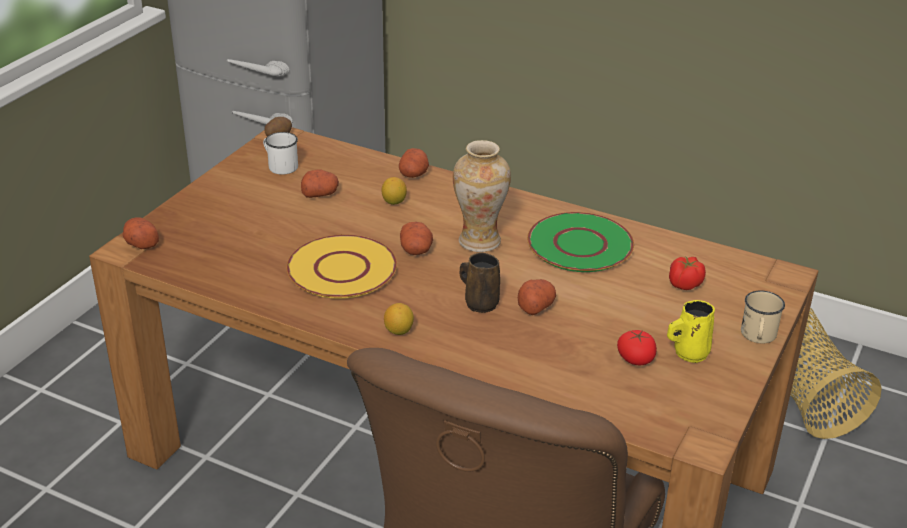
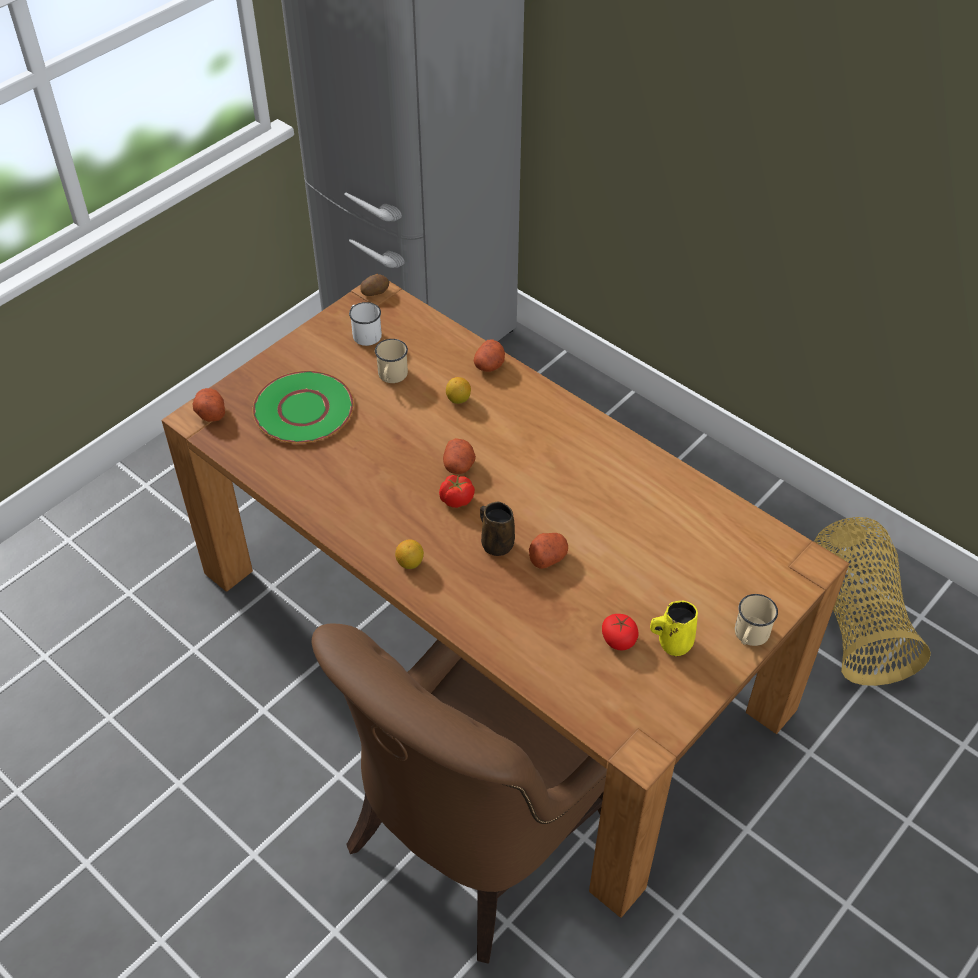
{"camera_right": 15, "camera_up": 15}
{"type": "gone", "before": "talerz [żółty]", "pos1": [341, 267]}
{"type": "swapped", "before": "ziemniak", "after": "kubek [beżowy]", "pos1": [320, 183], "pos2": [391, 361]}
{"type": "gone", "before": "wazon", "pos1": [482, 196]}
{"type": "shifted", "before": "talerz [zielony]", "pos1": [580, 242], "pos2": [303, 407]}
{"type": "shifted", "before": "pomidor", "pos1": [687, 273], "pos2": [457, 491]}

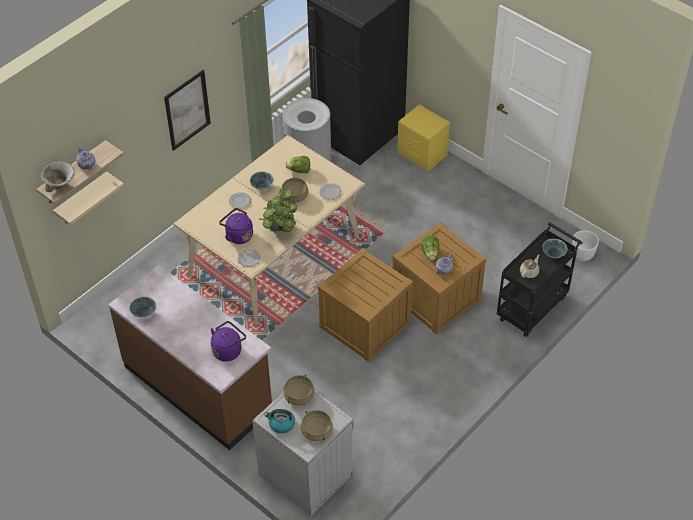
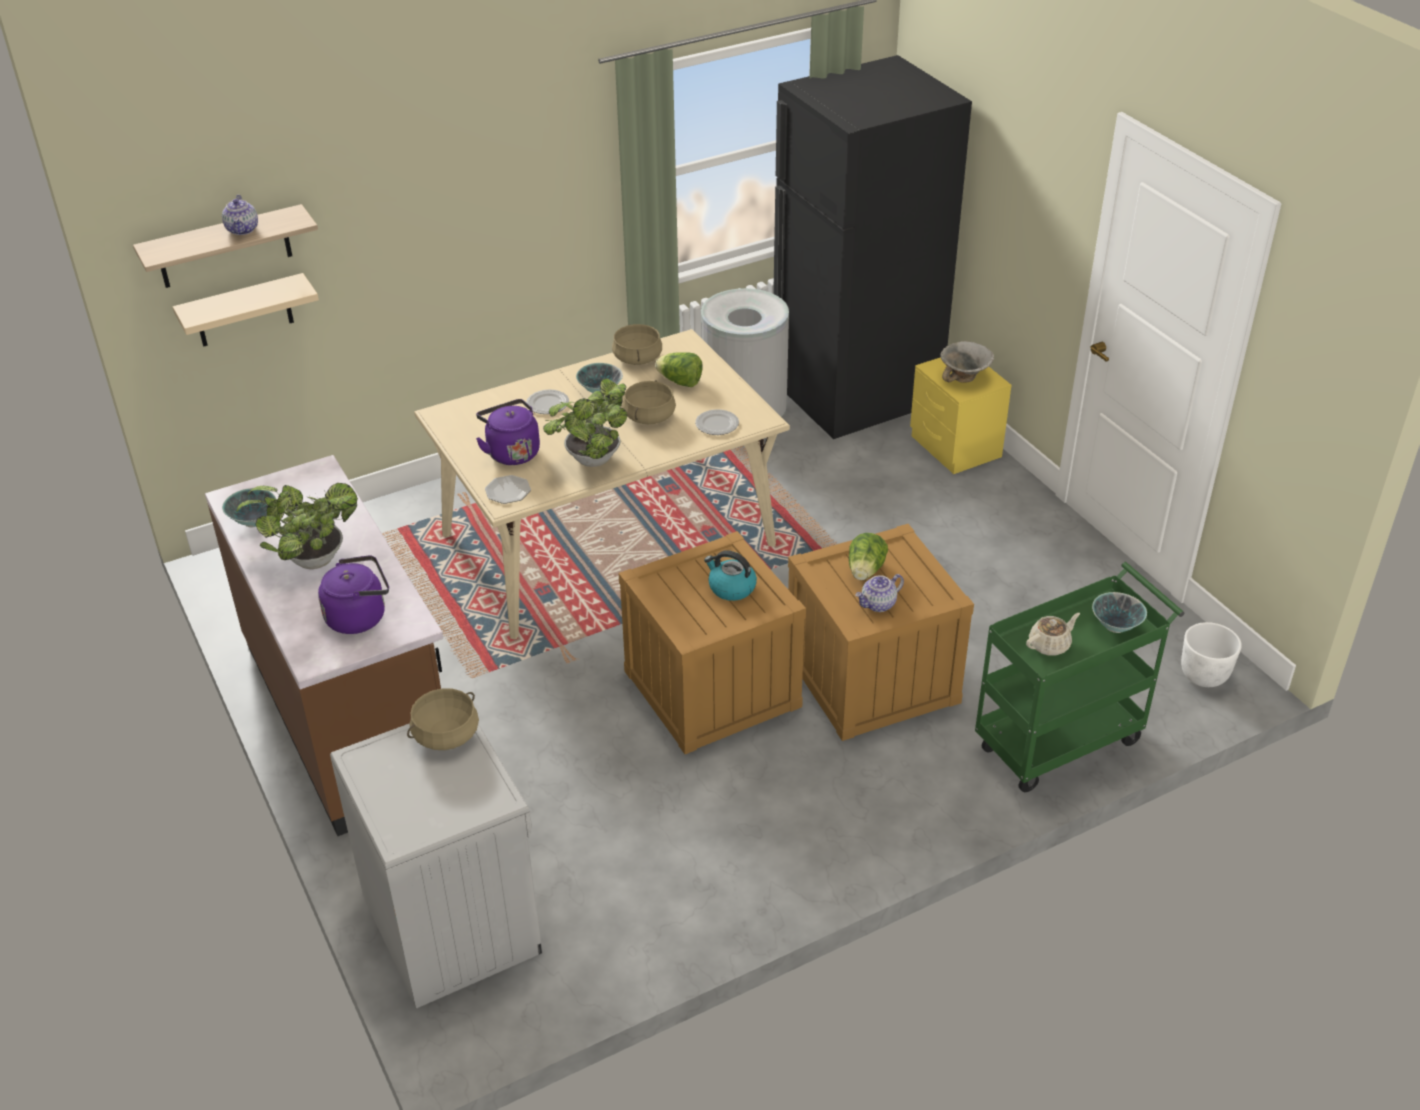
{"camera_right": 20, "camera_up": -10}
{"type": "shifted", "before": "miska", "pos1": [58, 176], "pos2": [967, 362]}
{"type": "gone", "before": "obraz", "pos1": [187, 110]}
{"type": "shifted", "before": "czajnik", "pos1": [279, 421], "pos2": [730, 575]}
{"type": "shifted", "before": "garnek [beżowy]", "pos1": [317, 425], "pos2": [637, 344]}
{"type": "repainted", "before": "wózek [czarny]", "after": "wózek [zielony]", "pos1": [540, 279], "pos2": [1080, 677]}
{"type": "new", "after": "roślina doniczkowa", "pos2": [297, 526]}

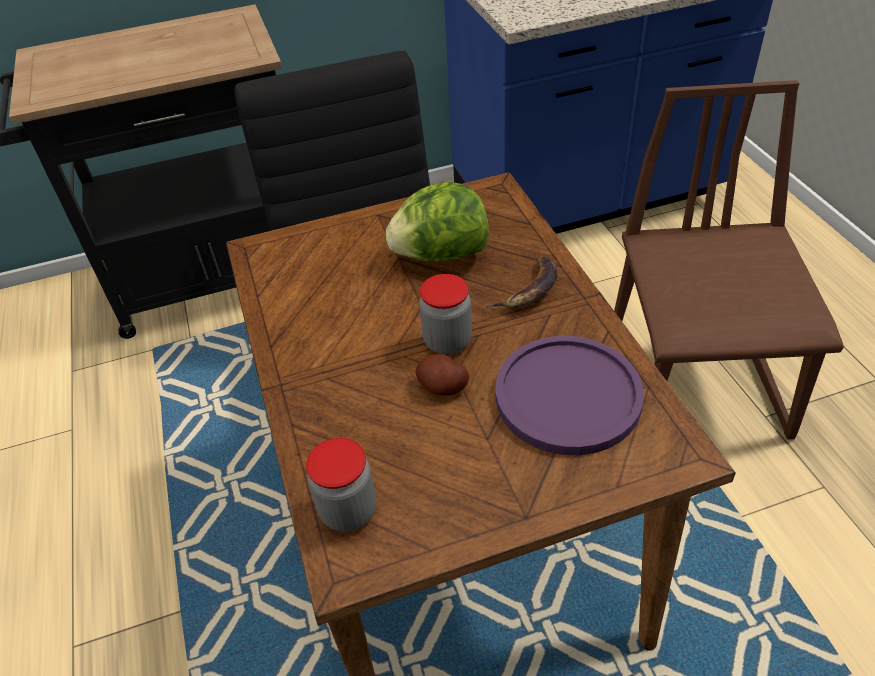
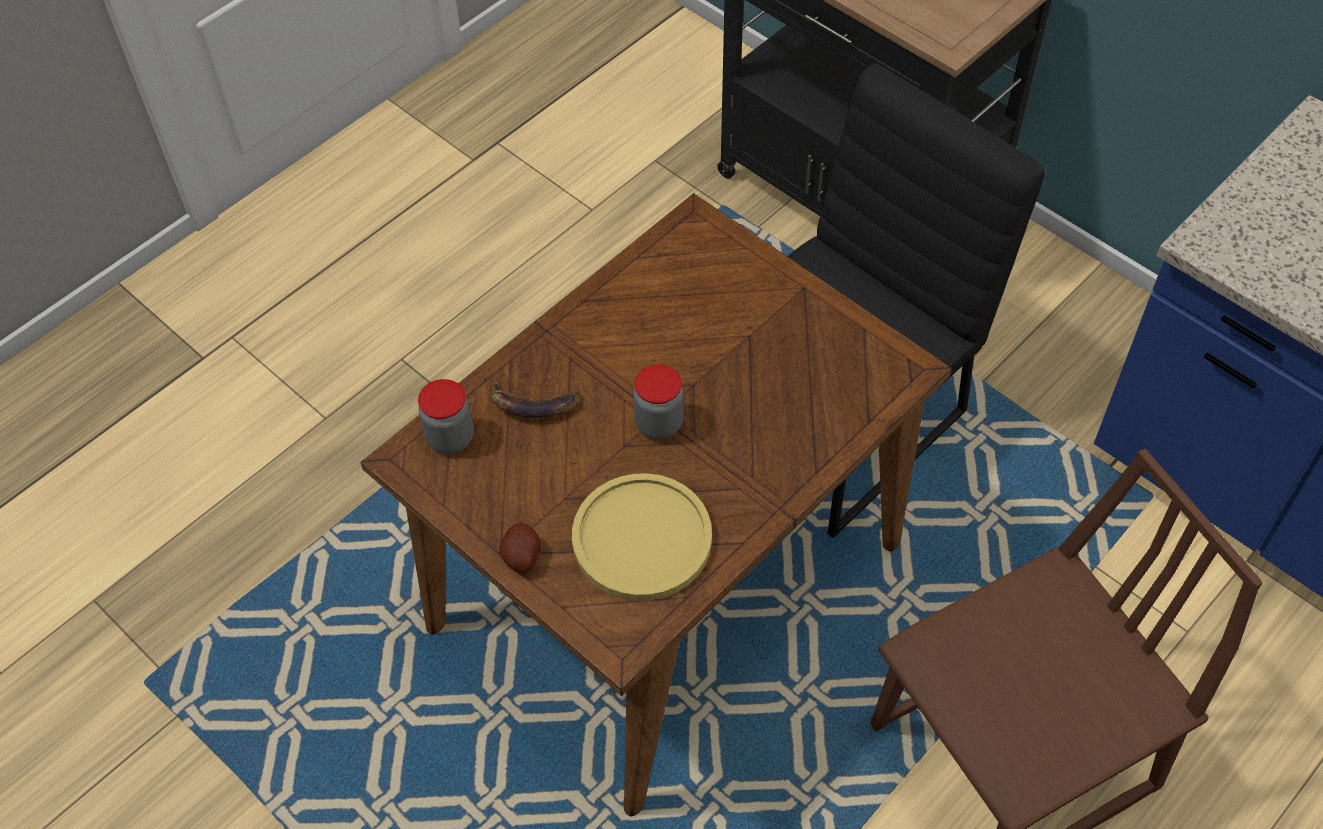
{"camera_right": 60, "camera_up": 10}
{"type": "gone", "before": "sałata", "pos1": [437, 221]}
{"type": "shifted", "before": "ziemniak", "pos1": [442, 375], "pos2": [520, 548]}
{"type": "shifted", "before": "banan", "pos1": [522, 282], "pos2": [536, 399]}
{"type": "repainted", "before": "talerz [fioletowy]", "after": "talerz [żółty]", "pos1": [569, 395], "pos2": [642, 537]}

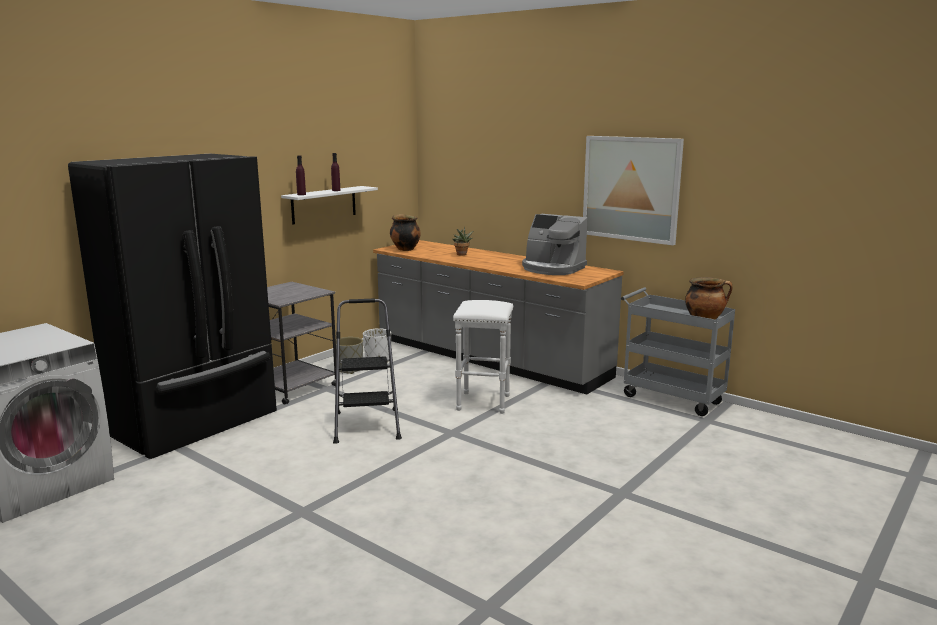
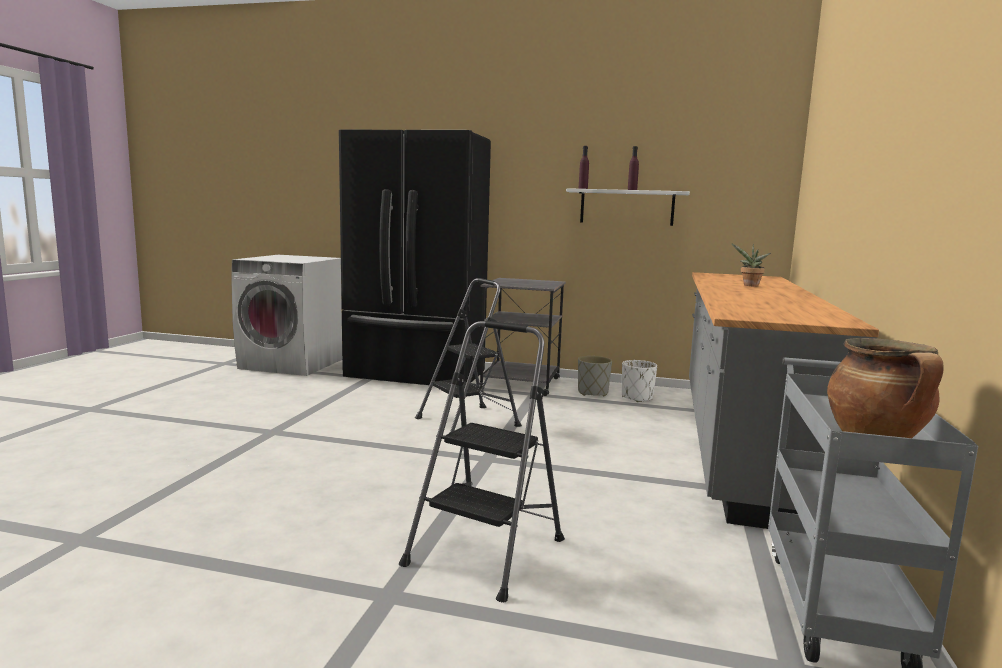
{"camera_right": 65, "camera_up": -5}
{"type": "gone", "before": "garnek", "pos1": [405, 232]}
{"type": "gone", "before": "stołek [biały]", "pos1": [483, 357]}
{"type": "gone", "before": "ekspres do kawy", "pos1": [554, 244]}
{"type": "gone", "before": "obraz", "pos1": [633, 190]}
{"type": "new", "after": "drabinka [czarny]", "pos2": [482, 461]}

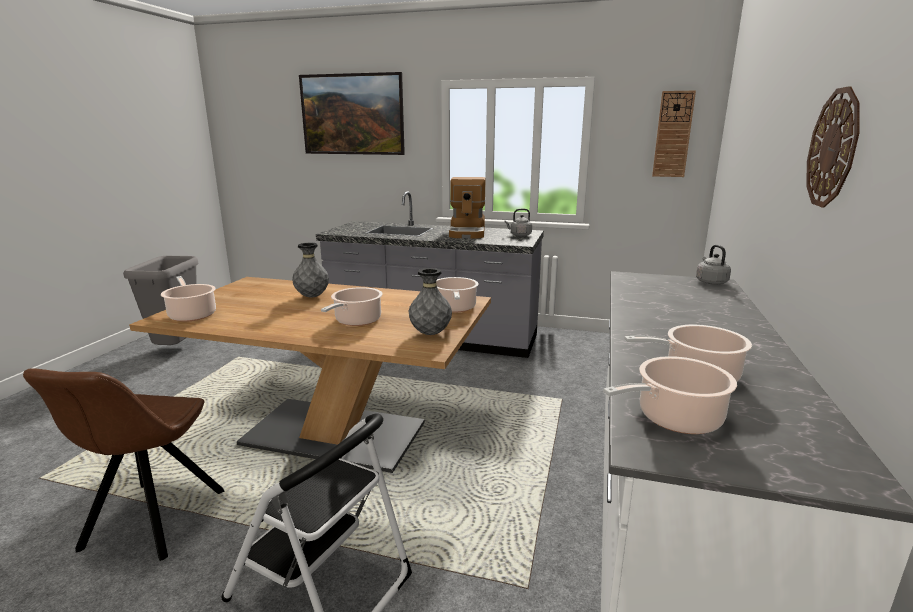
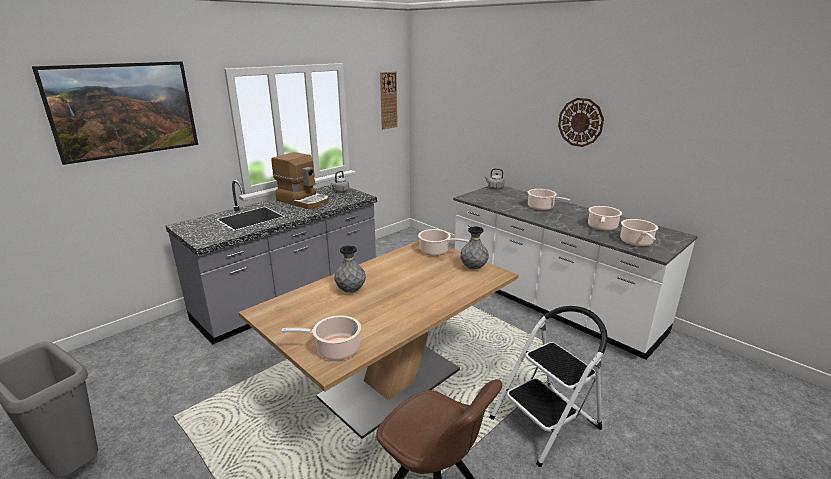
{"camera_right": -60, "camera_up": 5}
{"type": "shifted", "before": "garnek", "pos1": [352, 306], "pos2": [549, 199]}

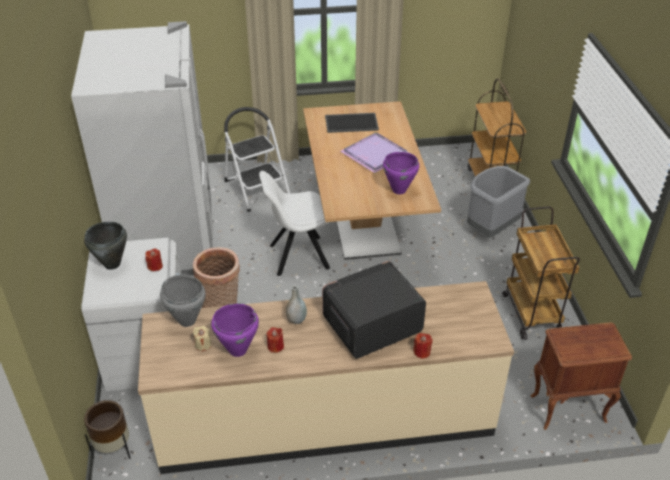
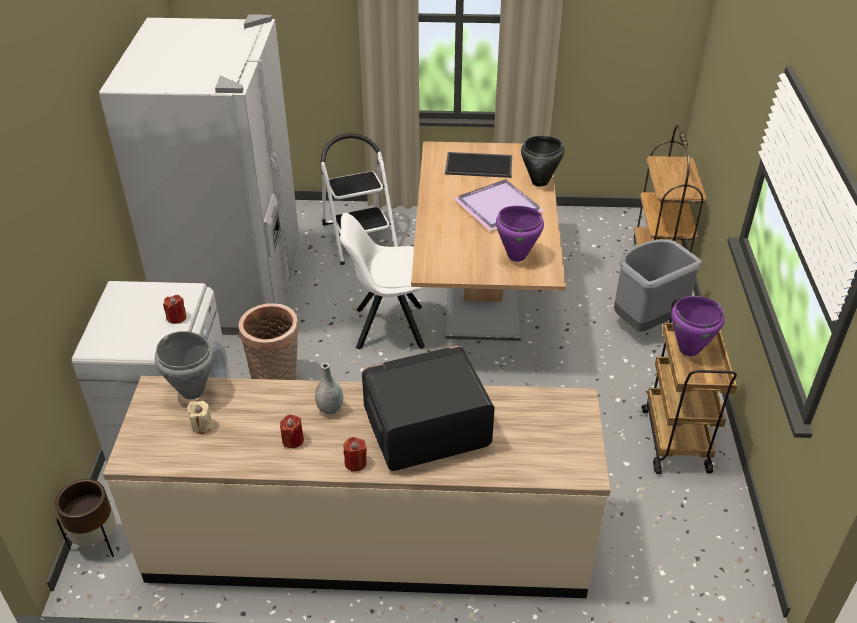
{"camera_right": 10, "camera_up": 0}
{"type": "shifted", "before": "garnek [czarny]", "pos1": [105, 246], "pos2": [542, 161]}
{"type": "shifted", "before": "garnek [fioletowy]", "pos1": [235, 330], "pos2": [698, 326]}
{"type": "shifted", "before": "świeca [czerwony]", "pos1": [423, 346], "pos2": [355, 454]}
{"type": "gone", "before": "szafka nocna [brązowy]", "pos1": [581, 376]}

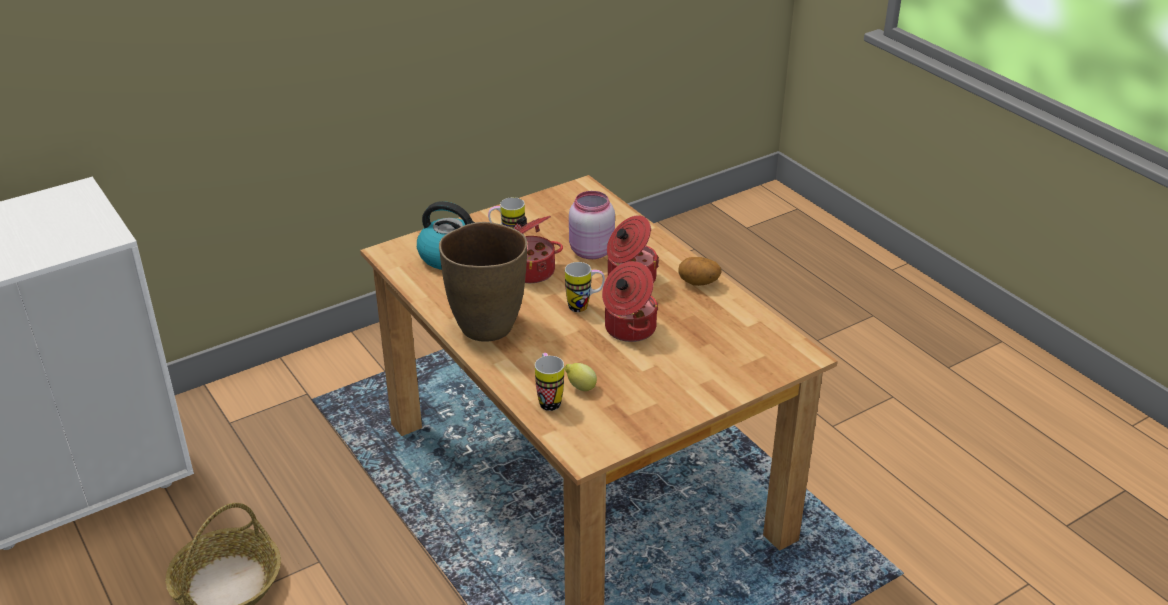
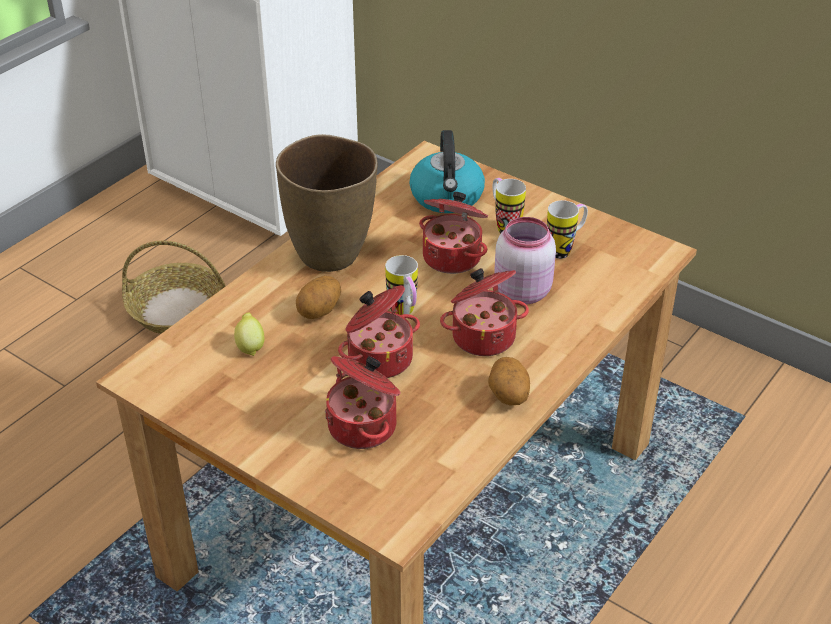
{"camera_right": 70, "camera_up": 5}
{"type": "shifted", "before": "kubek", "pos1": [549, 382], "pos2": [567, 229]}
{"type": "new", "after": "ziemniak", "pos2": [318, 297]}
{"type": "new", "after": "garnek", "pos2": [363, 402]}

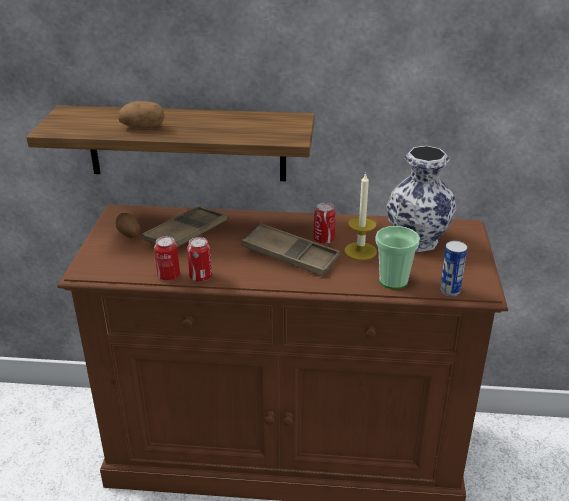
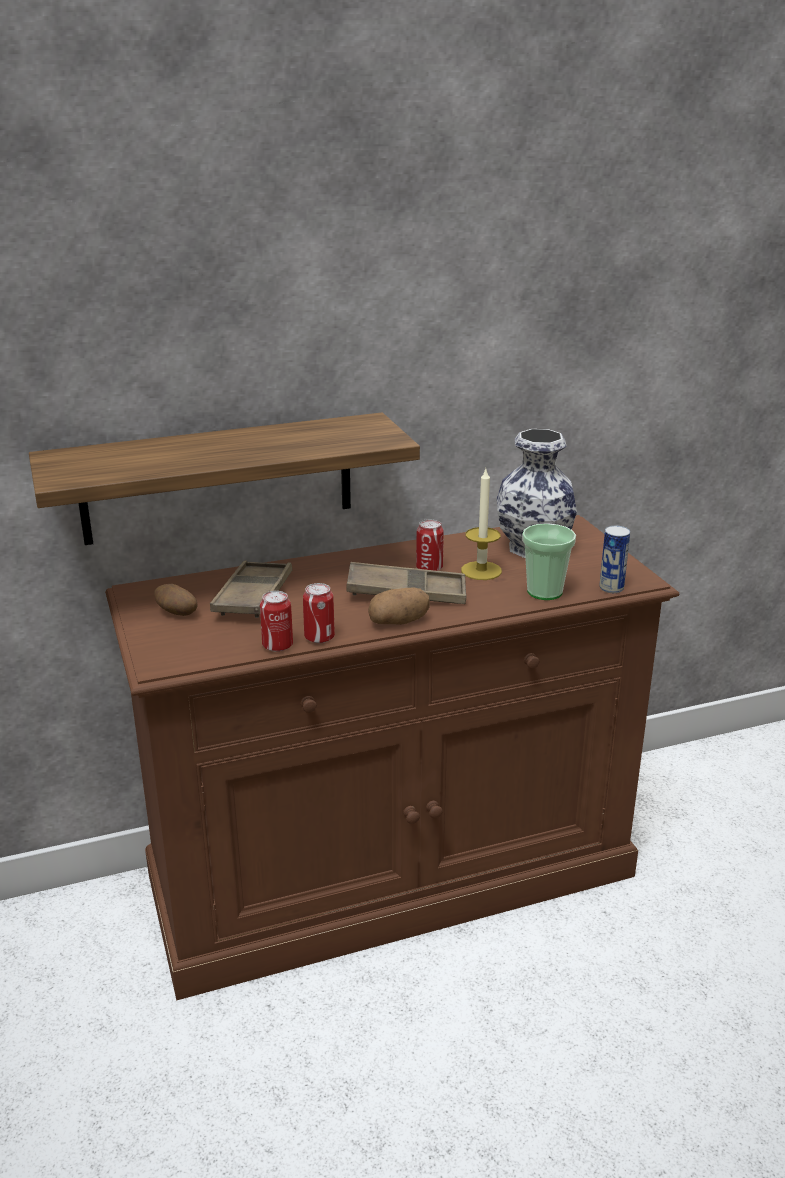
{"camera_right": -25, "camera_up": -5}
{"type": "shifted", "before": "ziemniak", "pos1": [141, 115], "pos2": [399, 606]}

